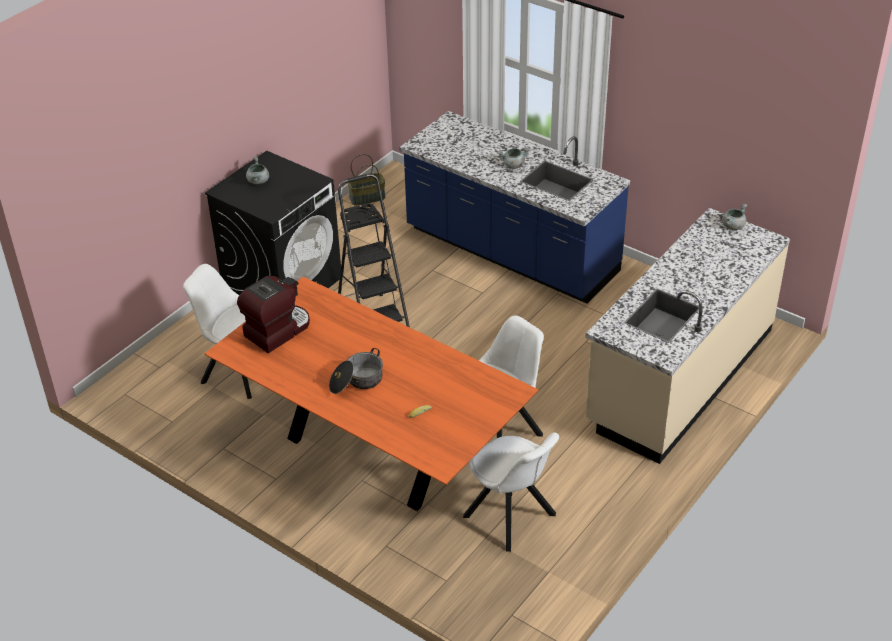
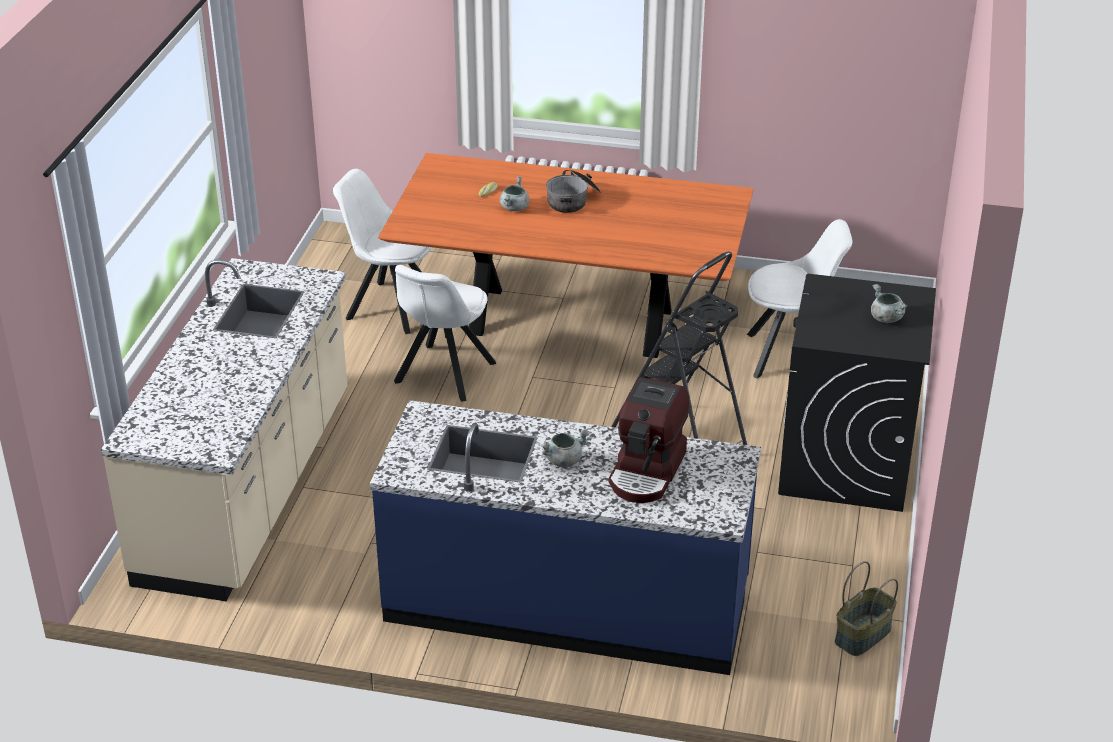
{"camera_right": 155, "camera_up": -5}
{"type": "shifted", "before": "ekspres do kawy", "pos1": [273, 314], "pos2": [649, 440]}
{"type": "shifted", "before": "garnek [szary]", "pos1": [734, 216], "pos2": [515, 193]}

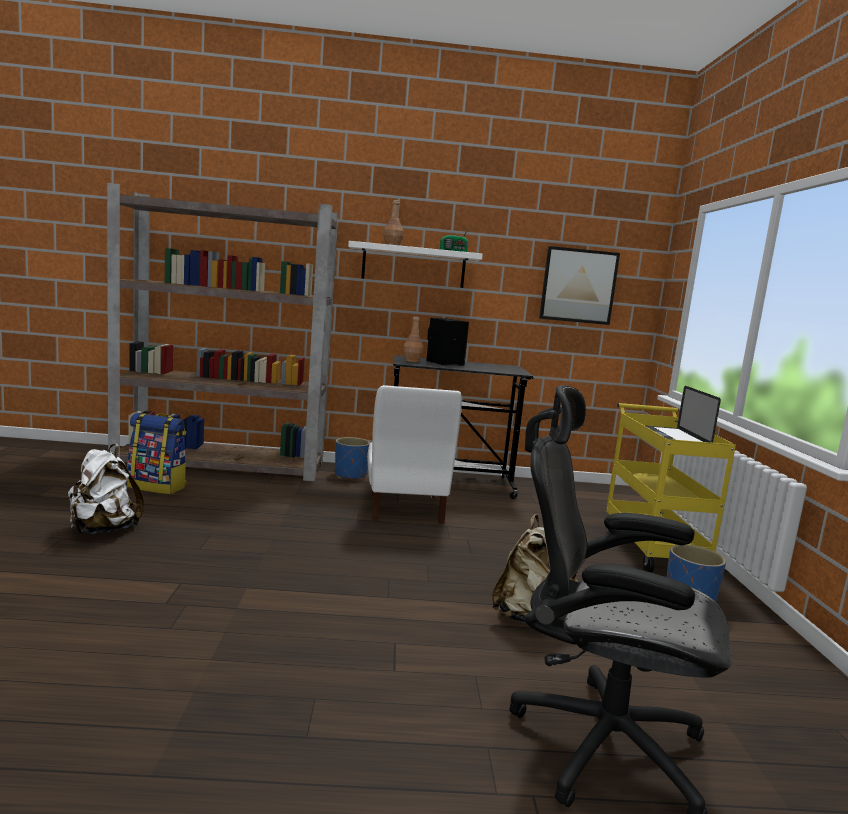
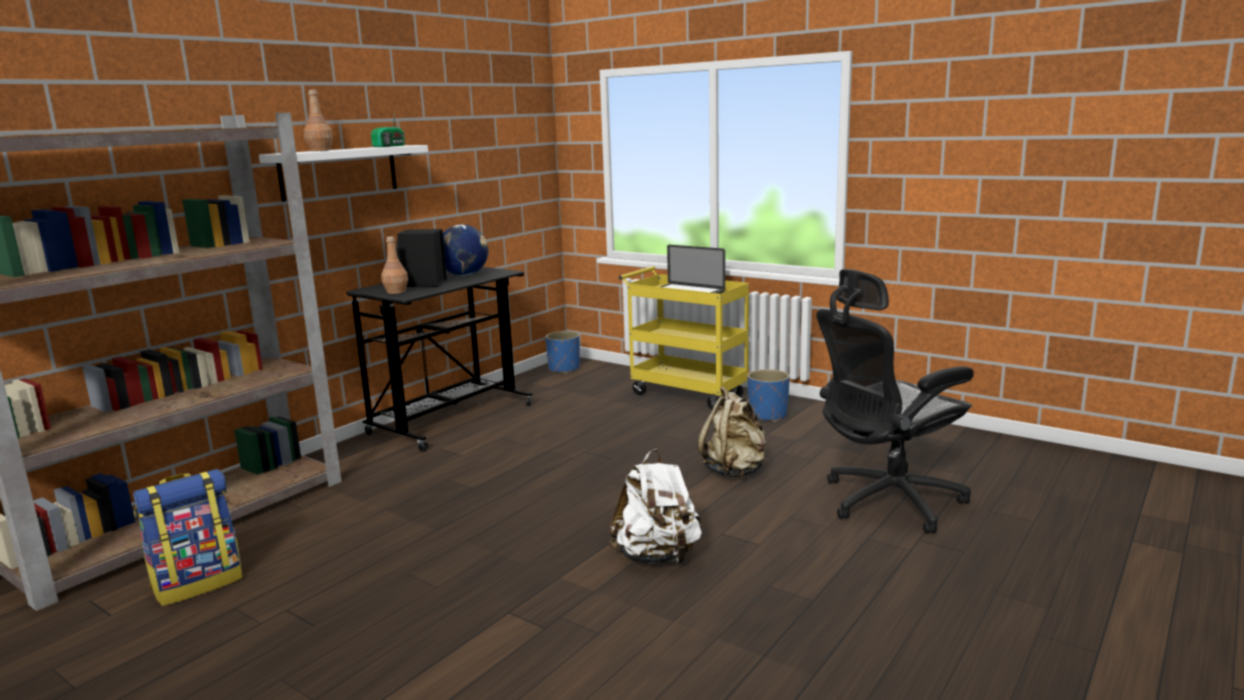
{"camera_right": -50, "camera_up": 5}
{"type": "shifted", "before": "plecak [biały]", "pos1": [106, 489], "pos2": [655, 506]}
{"type": "shifted", "before": "donica [niebieski]", "pos1": [352, 458], "pos2": [562, 352]}
{"type": "gone", "before": "krzesło [biały]", "pos1": [414, 454]}
{"type": "gone", "before": "obraz", "pos1": [579, 285]}
{"type": "new", "after": "globus", "pos2": [465, 250]}

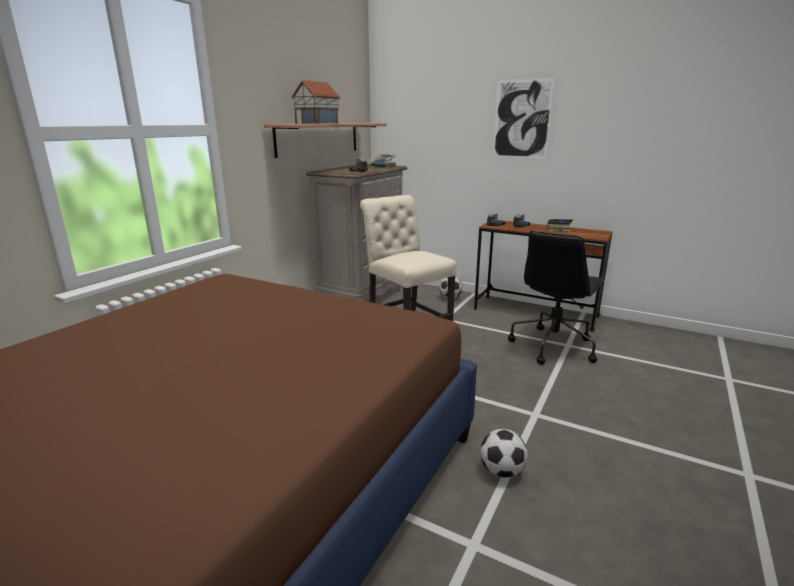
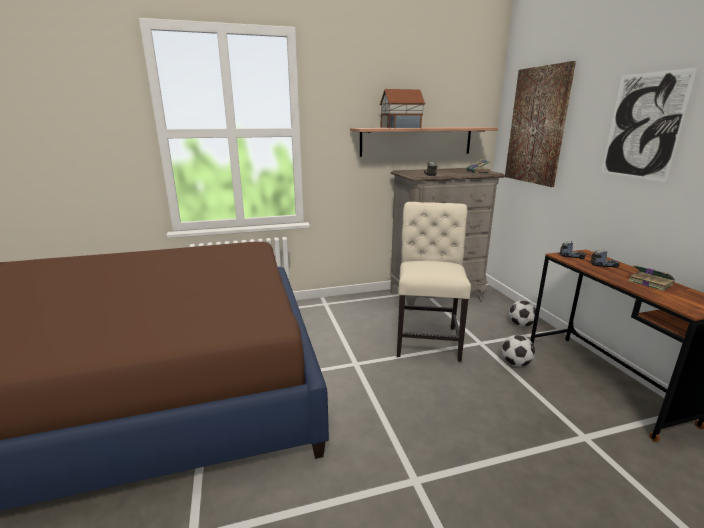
{"camera_right": 45, "camera_up": 0}
{"type": "shifted", "before": "piłka futbolowa", "pos1": [504, 453], "pos2": [518, 351]}
{"type": "gone", "before": "krzesło biurowe [czarny]", "pos1": [556, 298]}
{"type": "new", "after": "obraz", "pos2": [540, 124]}

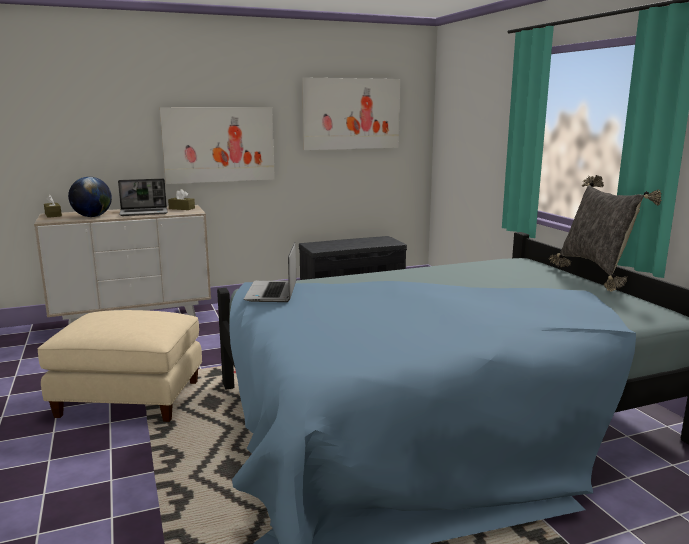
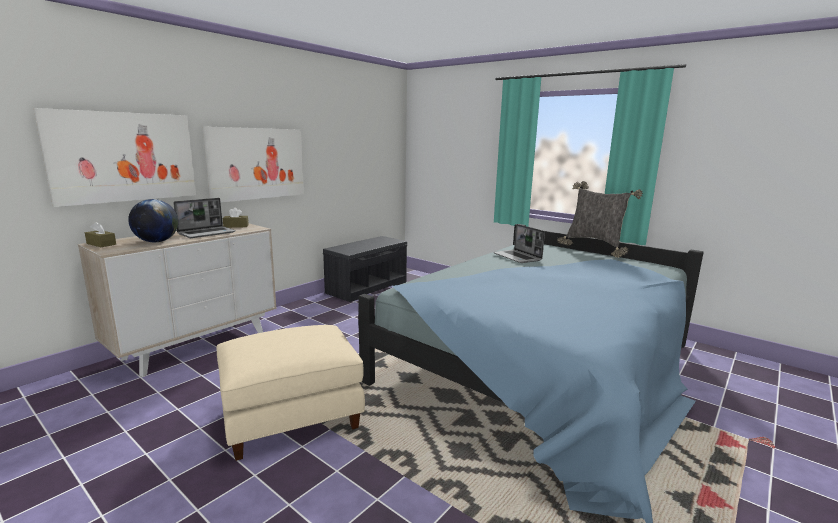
{"camera_right": -30, "camera_up": 0}
{"type": "shifted", "before": "laptop", "pos1": [270, 272], "pos2": [519, 243]}
{"type": "shifted", "before": "obraz", "pos1": [351, 113], "pos2": [115, 157]}

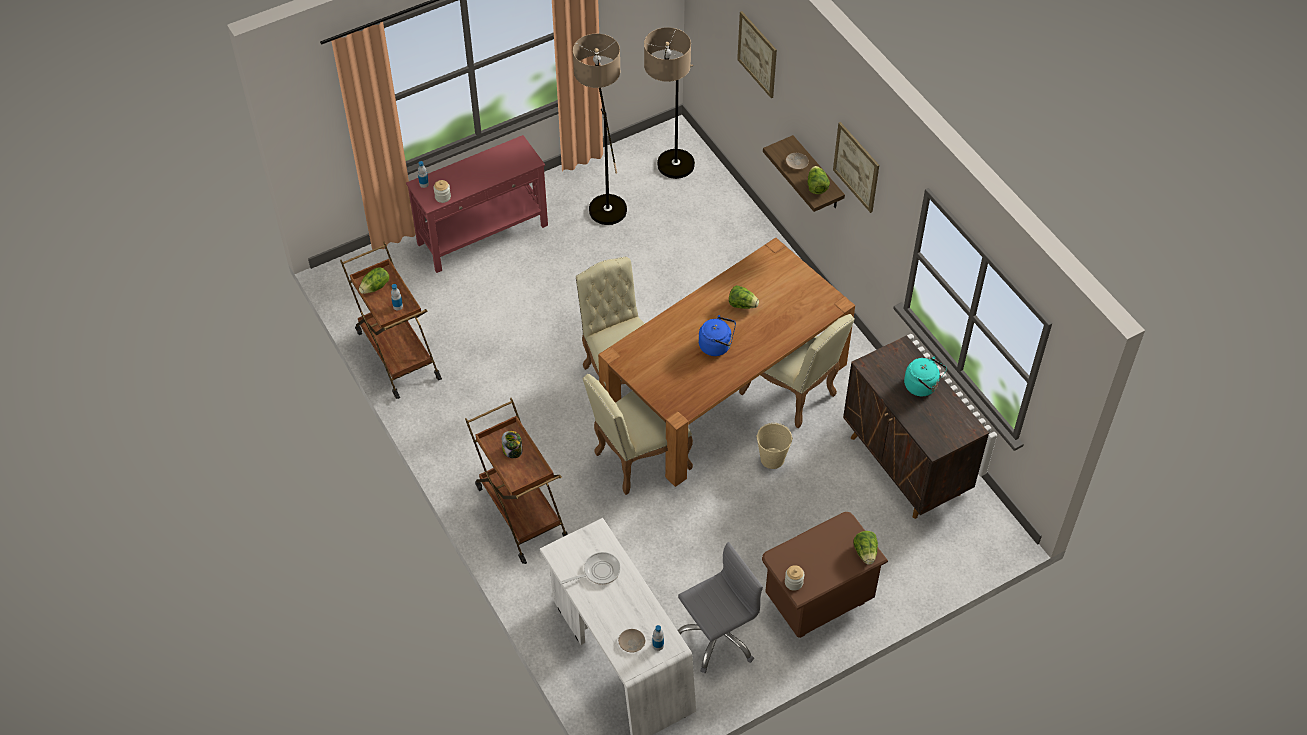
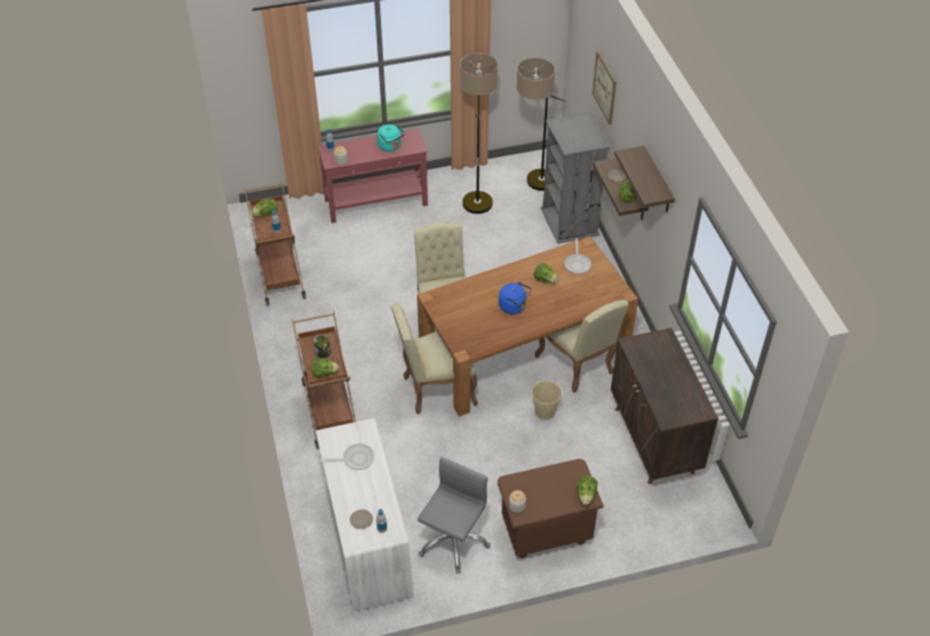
{"camera_right": 15, "camera_up": -5}
{"type": "rotated", "before": "krzesło biurowe [szary]", "pos1": [720, 607], "pos2": [454, 515], "turn": -45}
{"type": "swapped", "before": "obraz", "after": "półka", "pos1": [856, 167], "pos2": [644, 179]}
{"type": "shifted", "before": "czajnik [turkusowy]", "pos1": [925, 376], "pos2": [391, 138]}
{"type": "new", "after": "sałata", "pos2": [325, 368]}
{"type": "new", "after": "regał [szary]", "pos2": [575, 178]}
{"type": "new", "after": "patelnia", "pos2": [577, 256]}

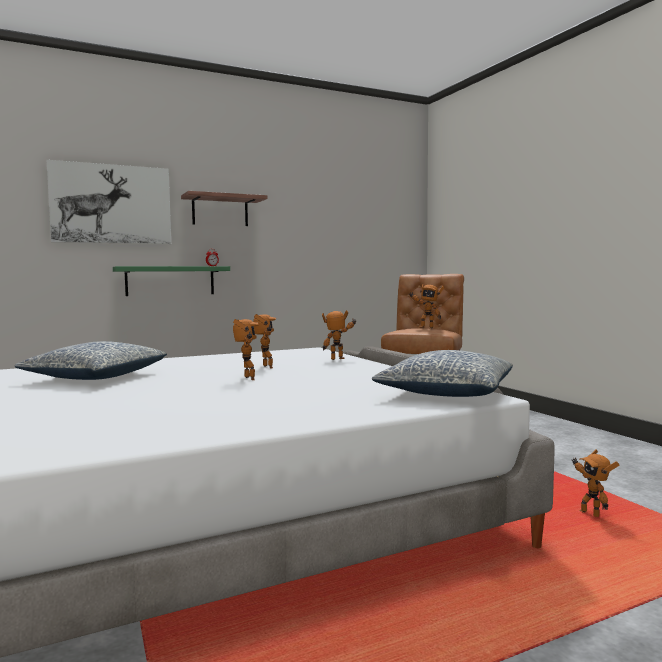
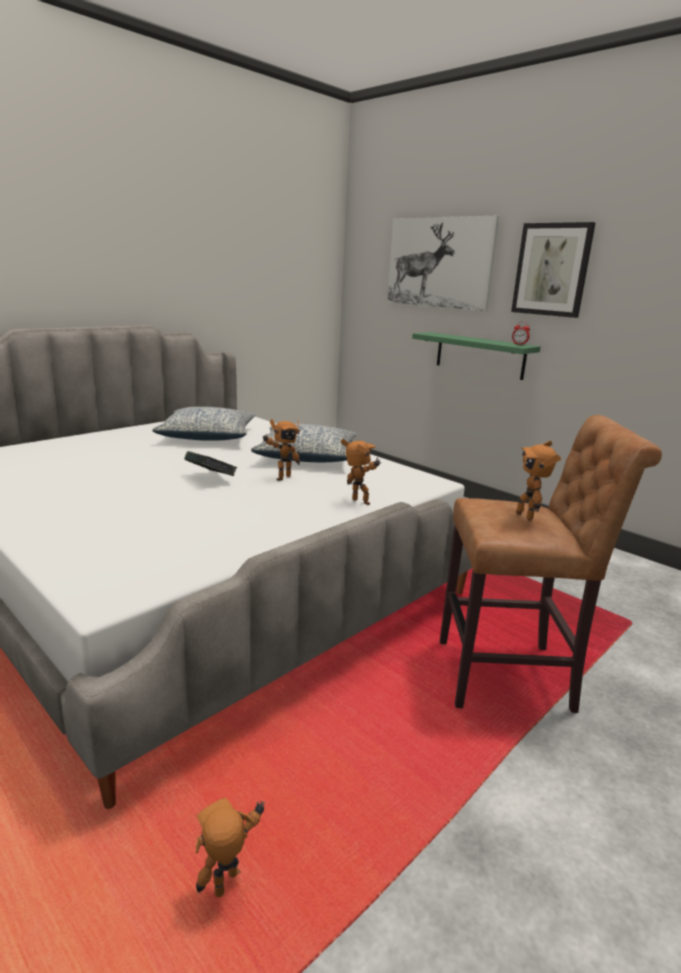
{"camera_right": 70, "camera_up": 15}
{"type": "swapped", "before": "półka", "after": "obraz", "pos1": [224, 208], "pos2": [553, 270]}
{"type": "swapped", "before": "robot zabawkowy", "after": "książka", "pos1": [246, 349], "pos2": [211, 463]}
{"type": "shifted", "before": "poduszka", "pos1": [442, 373], "pos2": [304, 443]}

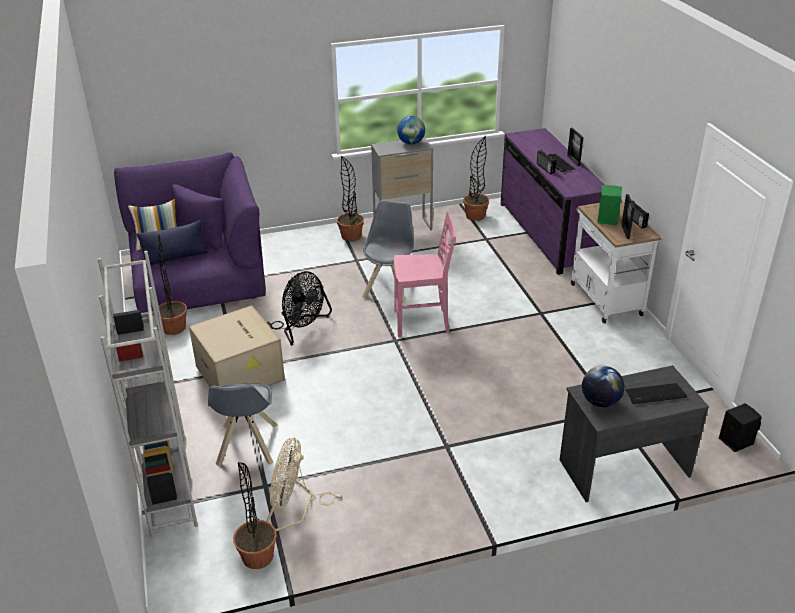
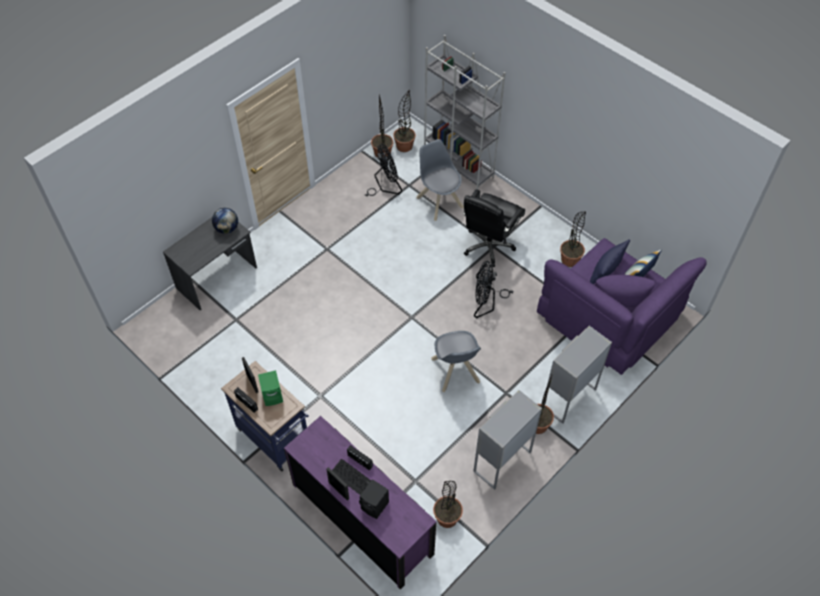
{"camera_right": 150, "camera_up": 20}
{"type": "swapped", "before": "karton", "after": "krzesło biurowe [czarny]", "pos1": [237, 346], "pos2": [494, 228]}
{"type": "repainted", "before": "wentylator [beżowy]", "after": "wentylator [czarny]", "pos1": [304, 484], "pos2": [383, 170]}
{"type": "gone", "before": "krzesło [różowy]", "pos1": [425, 274]}
{"type": "gone", "before": "globus", "pos1": [411, 130]}
{"type": "repainted", "before": "wózek [biały]", "after": "wózek [niebieski]", "pos1": [616, 261], "pos2": [265, 416]}
{"type": "gone", "before": "klawiatura", "pos1": [656, 393]}
{"type": "shifted", "before": "głośnik [czarny]", "pos1": [740, 427], "pos2": [374, 499]}
{"type": "new", "after": "roślina doniczkowa", "pos2": [404, 121]}
{"type": "new", "after": "szafka [szary]", "pos2": [578, 375]}

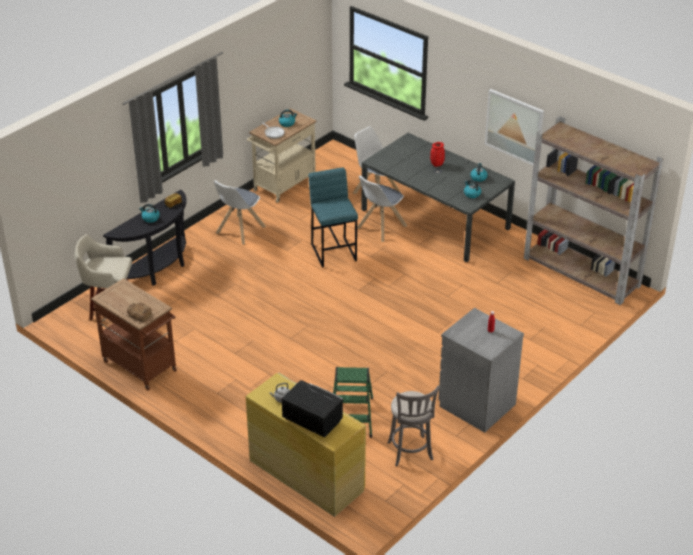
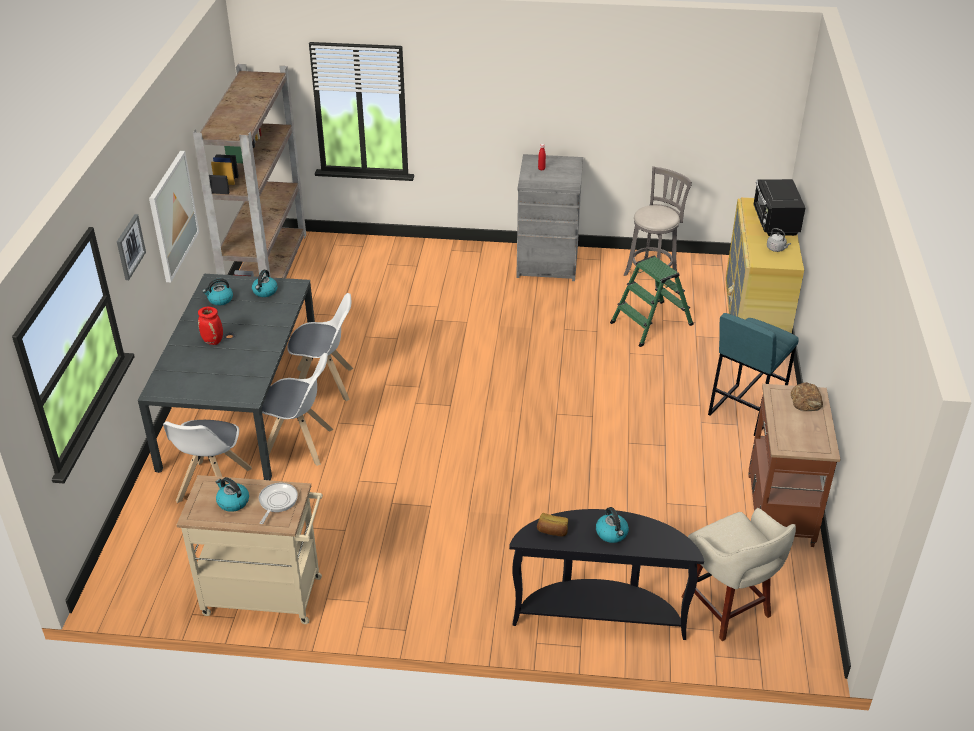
{"camera_right": -125, "camera_up": 0}
{"type": "shifted", "before": "krzesło", "pos1": [240, 212], "pos2": [320, 347]}
{"type": "shifted", "before": "stołek [turkusowy]", "pos1": [333, 217], "pos2": [753, 374]}
{"type": "new", "after": "obraz", "pos2": [131, 247]}

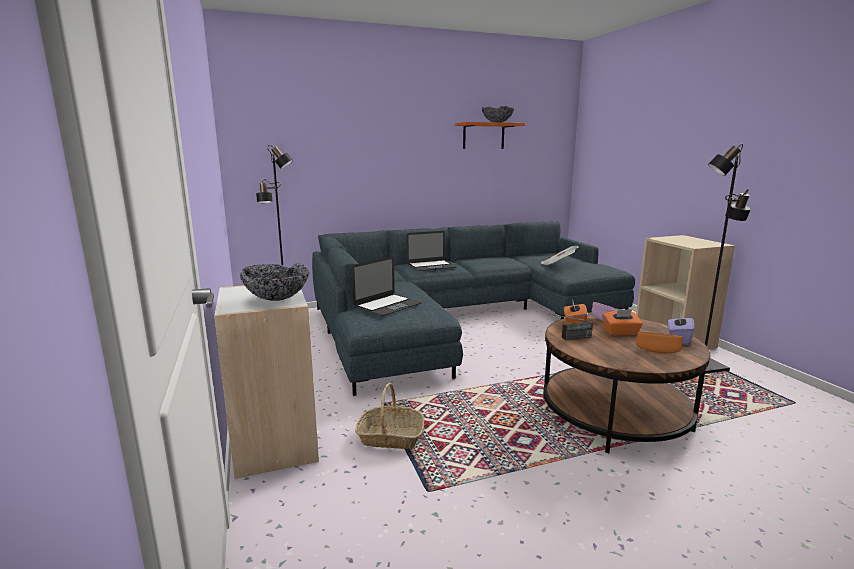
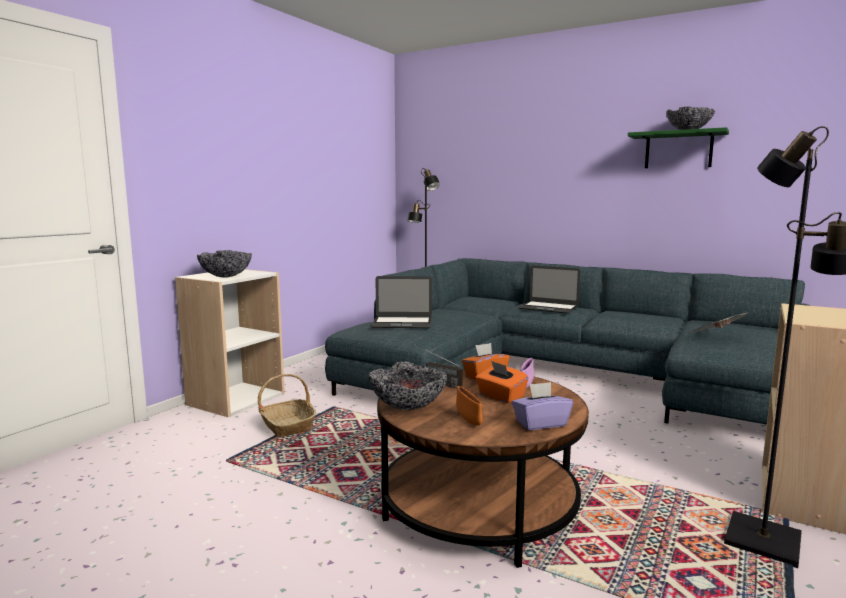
{"camera_right": 50, "camera_up": -5}
{"type": "repainted", "before": "półka [pomarańczowy]", "after": "półka [zielony]", "pos1": [490, 135], "pos2": [678, 147]}
{"type": "new", "after": "miska", "pos2": [408, 386]}

